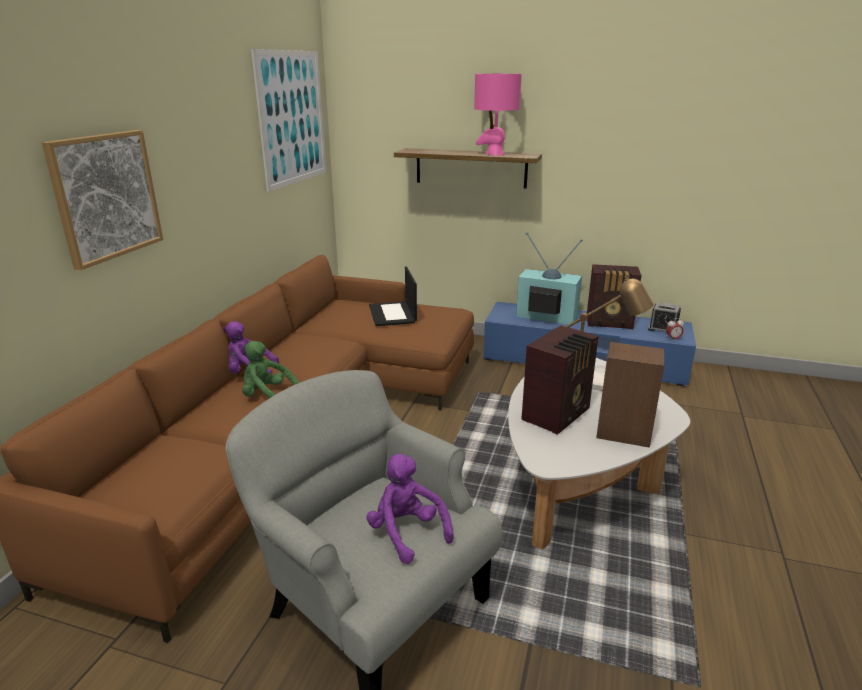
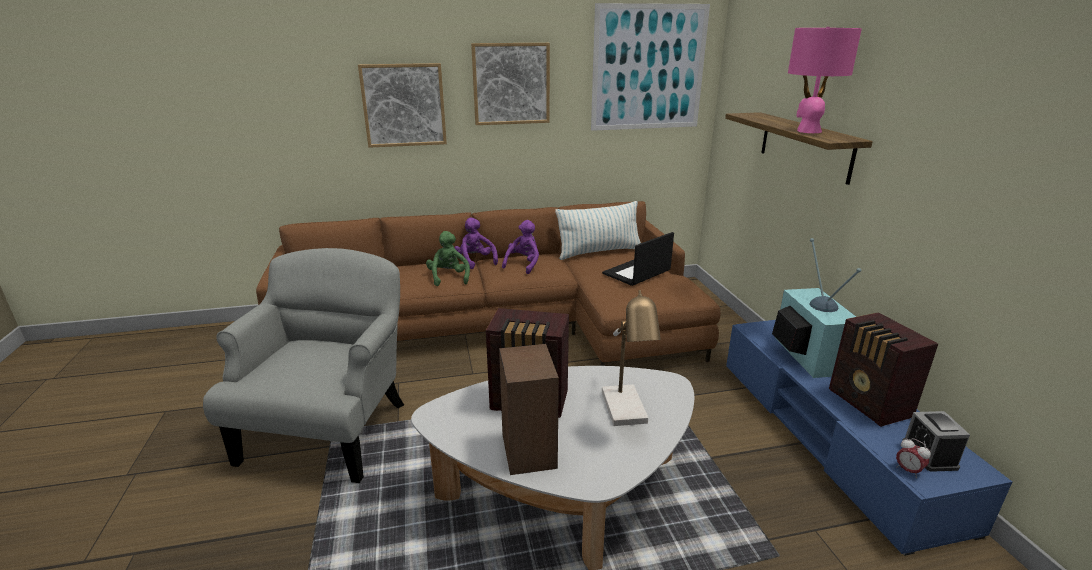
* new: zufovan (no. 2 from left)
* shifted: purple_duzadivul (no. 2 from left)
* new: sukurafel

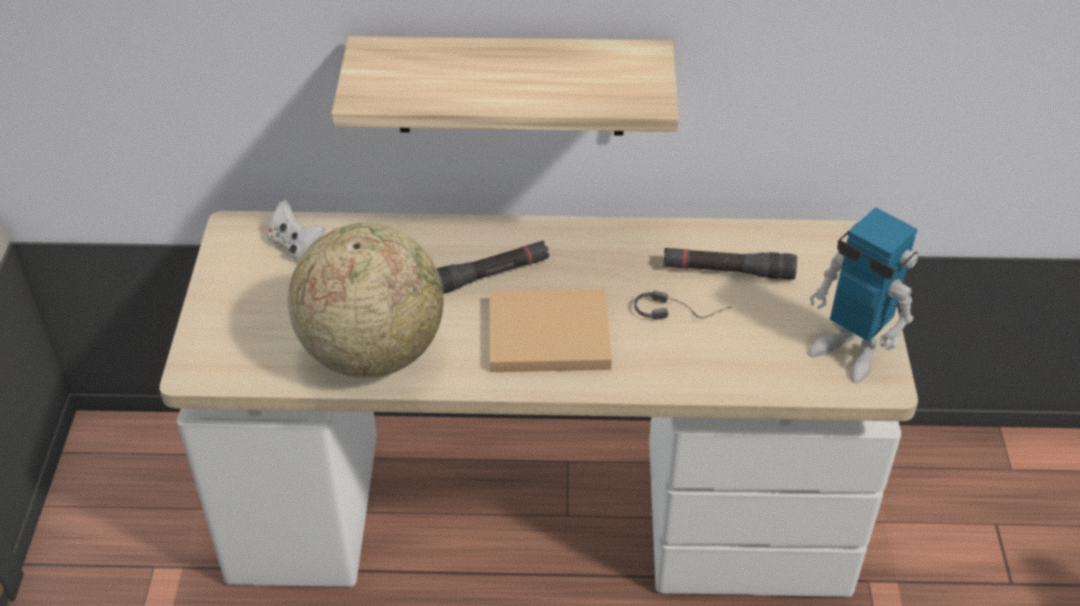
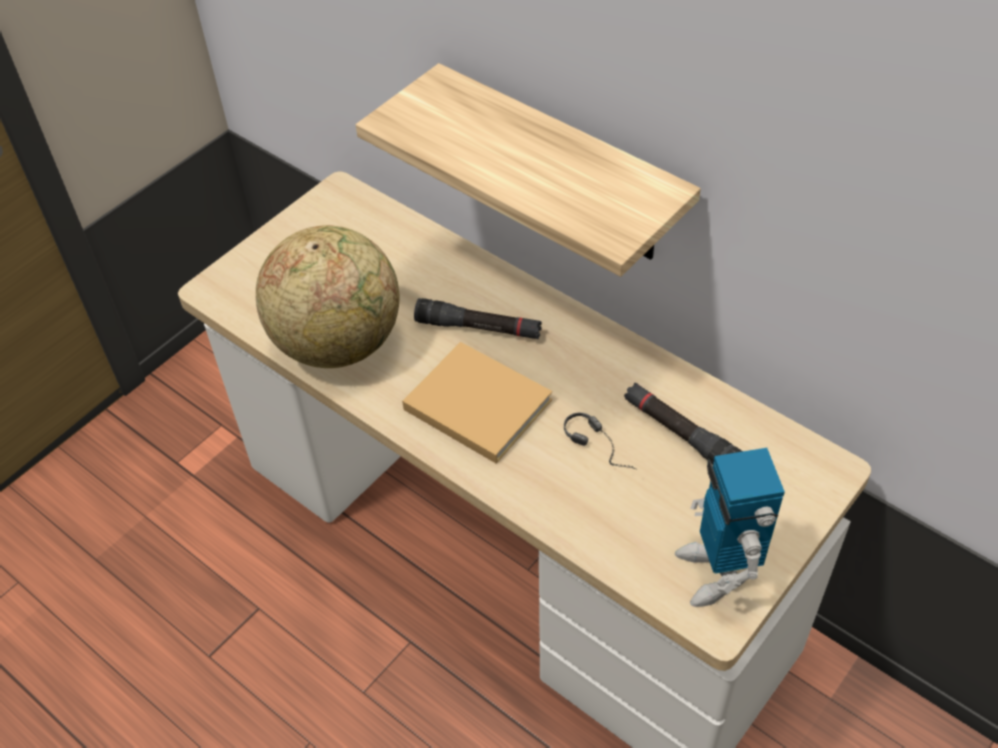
* gone: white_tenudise

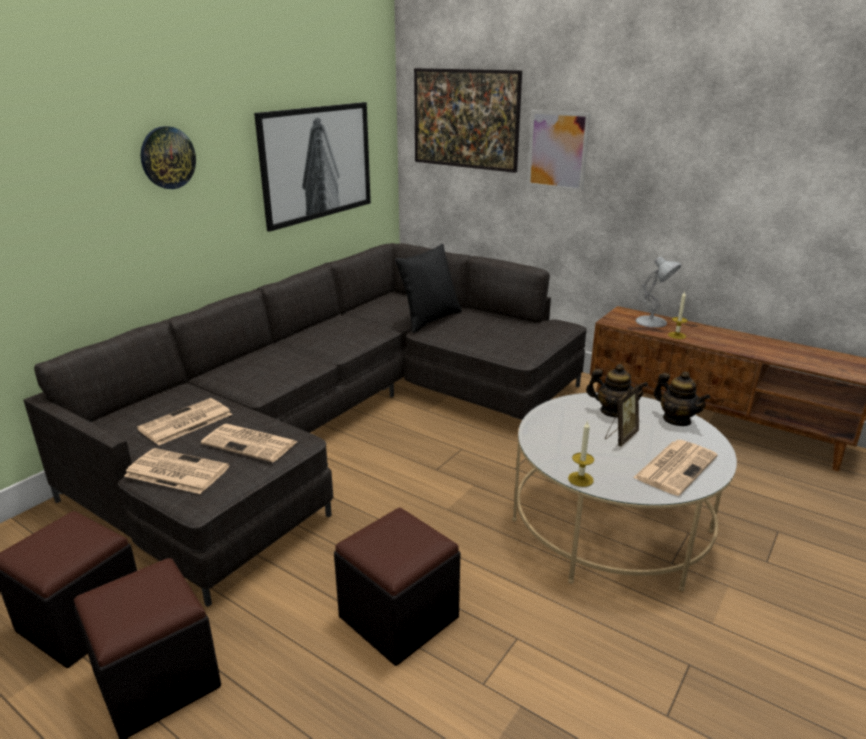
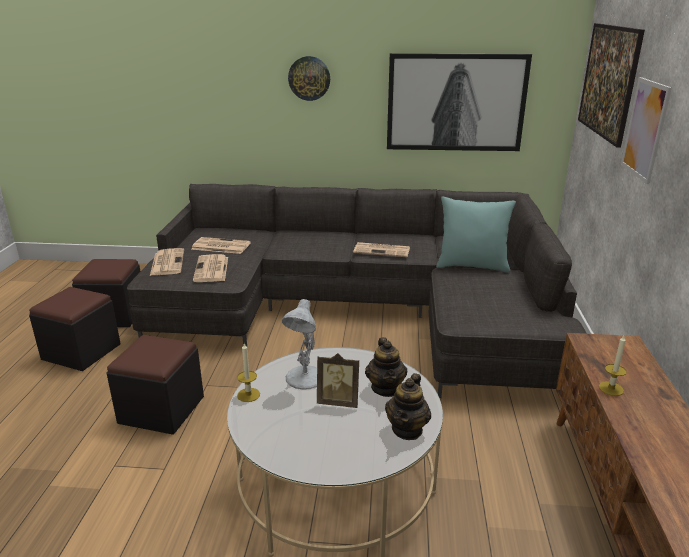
* shifted: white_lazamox
* shifted: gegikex (no. 4 from left)
* repainted: black_sukurafel to turquoise_sukurafel

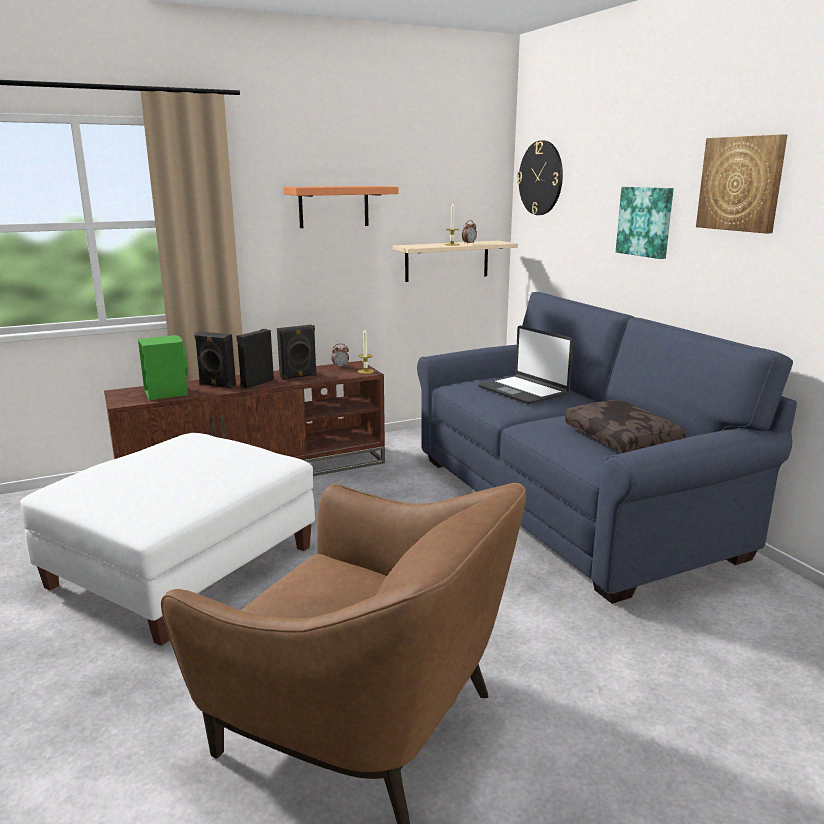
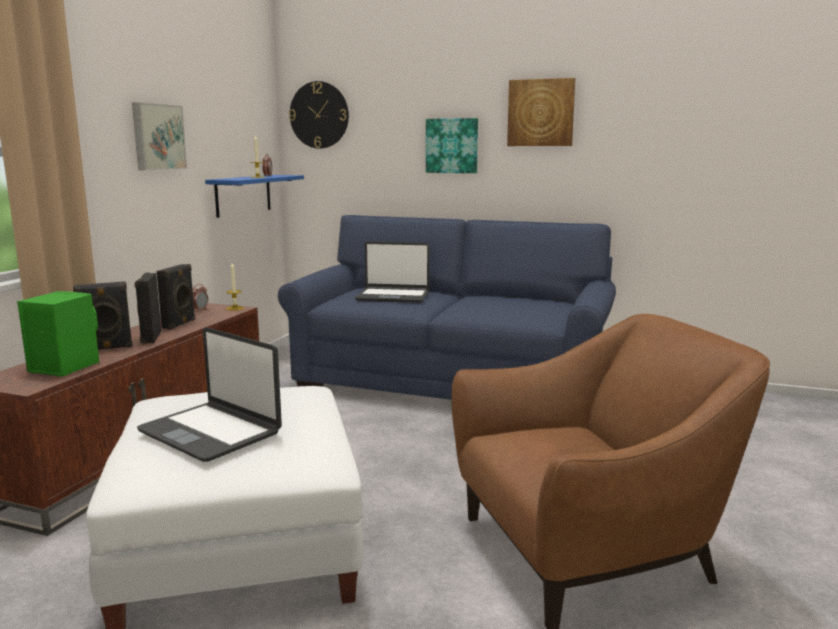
* swapped: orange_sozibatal to zufovan (no. 1 from left)
* new: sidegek (no. 1 from left)
* repainted: beige_sozibatal to blue_sozibatal
* gone: brown_sukurafel

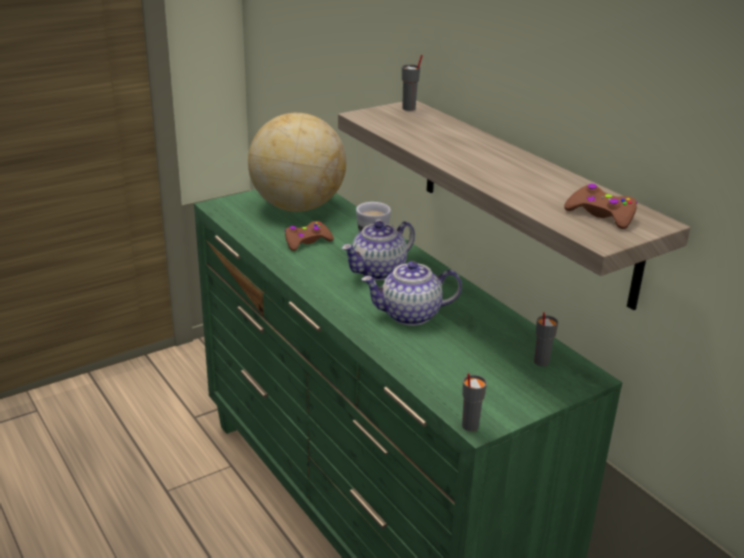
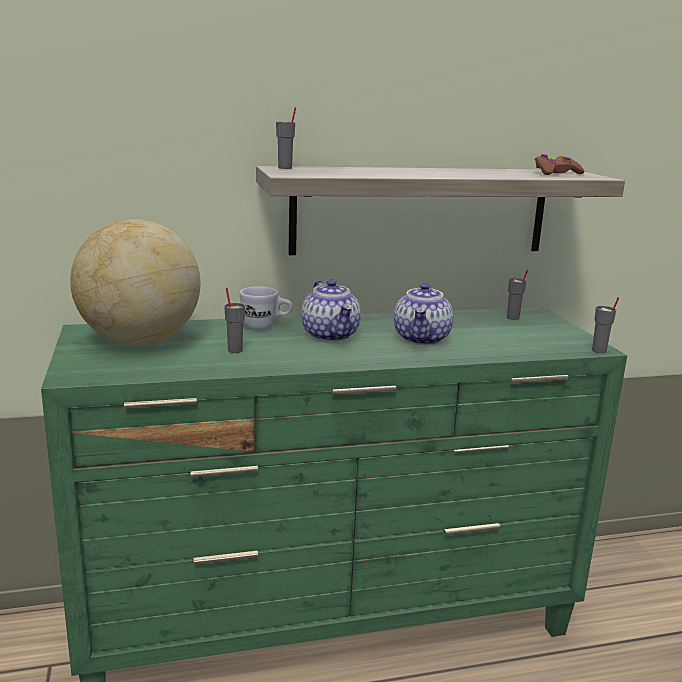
* swapped: brown_tenudise (no. 1 from left) to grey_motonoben (no. 1 from left)

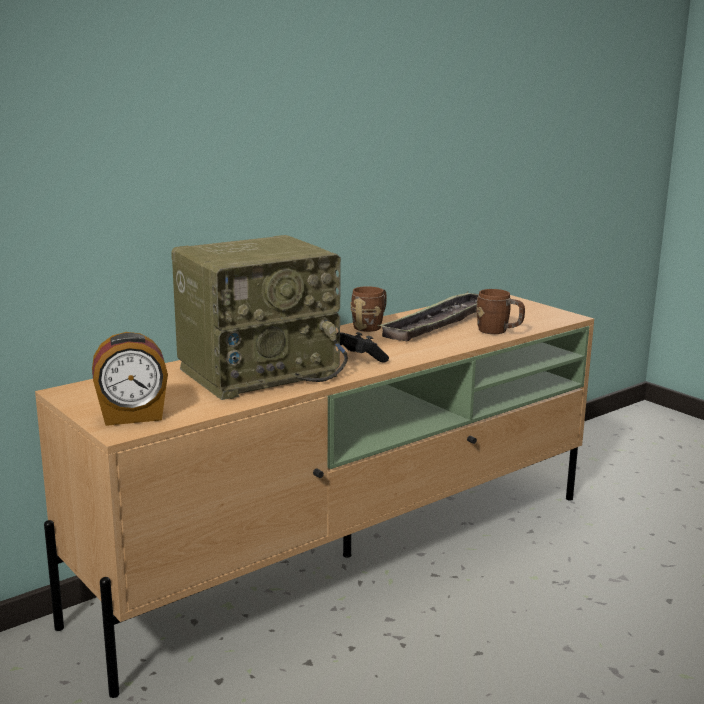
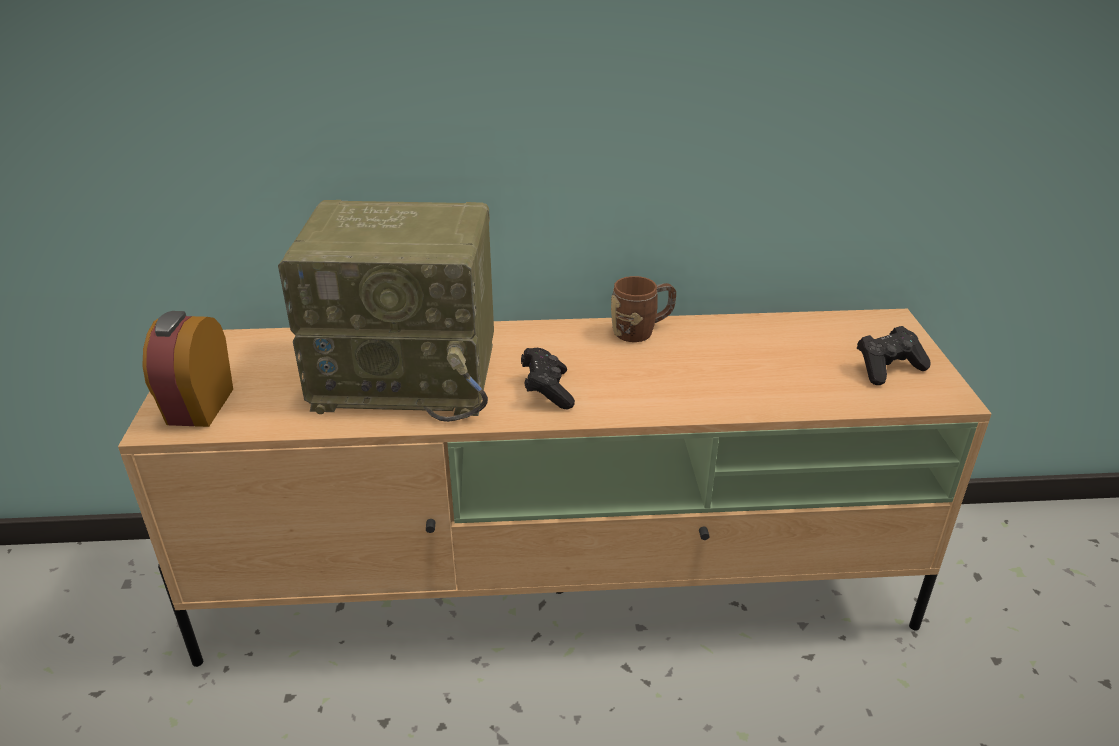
* rotated: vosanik 75 degrees clockwise
* new: black_tenudise (no. 2 from left)
* gone: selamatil
* gone: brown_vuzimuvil (no. 2 from left)

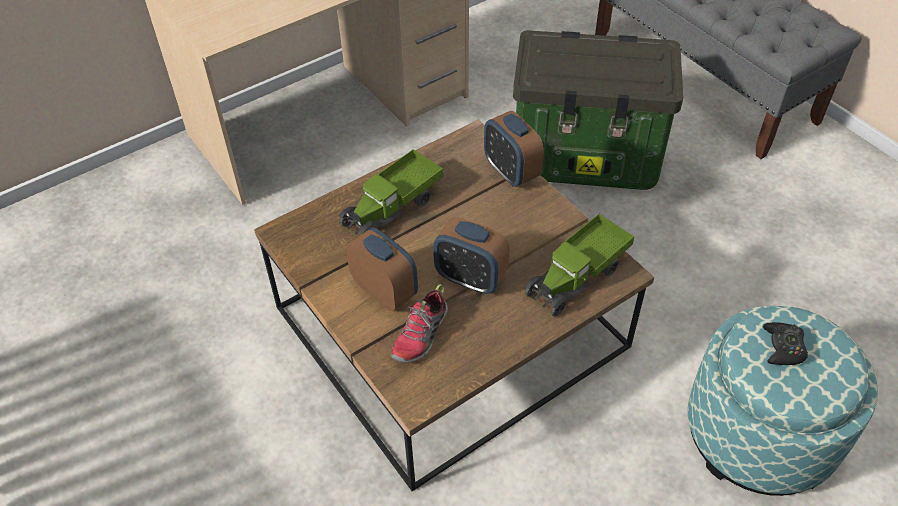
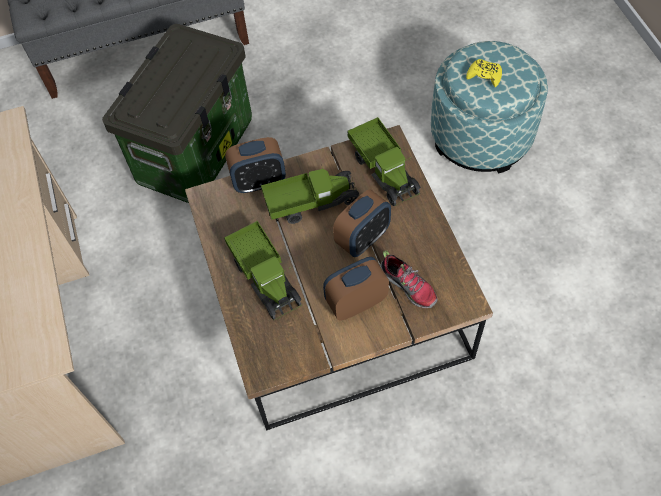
* new: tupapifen (no. 2 from left)
* repainted: black_tenudise to yellow_tenudise

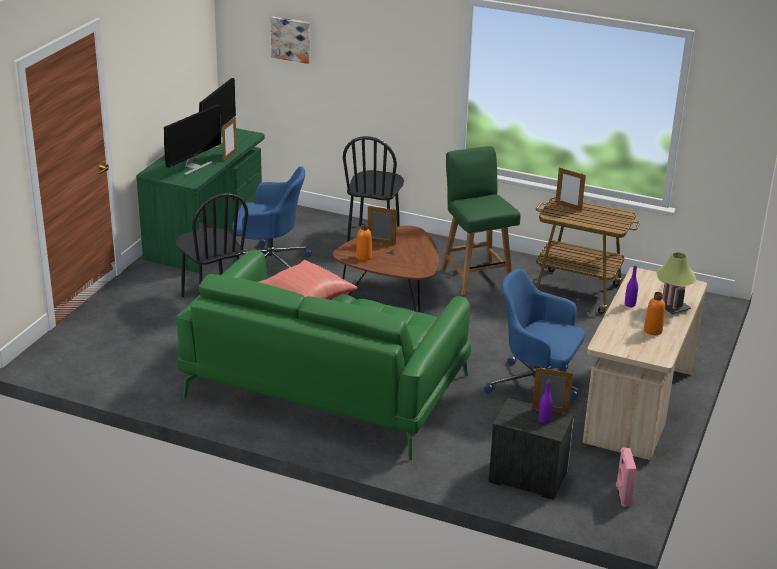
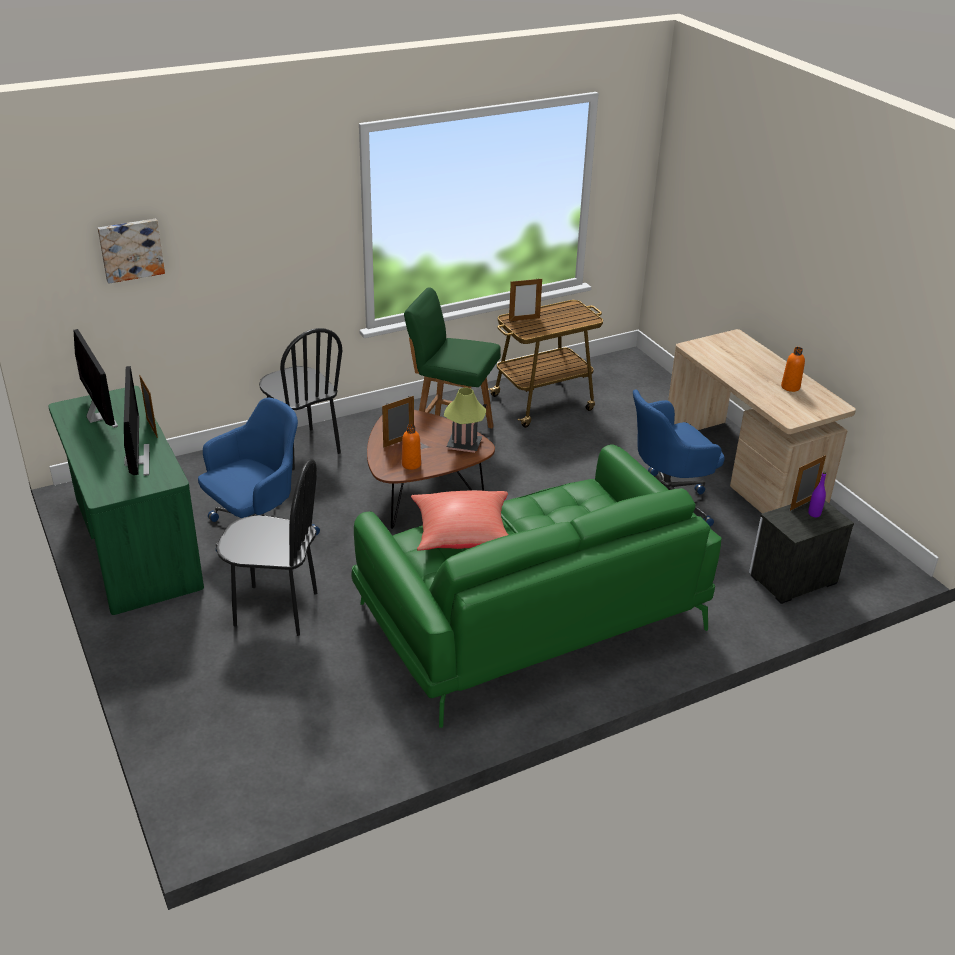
* shifted: lazamox
* gone: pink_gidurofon
* gone: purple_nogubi (no. 2 from left)

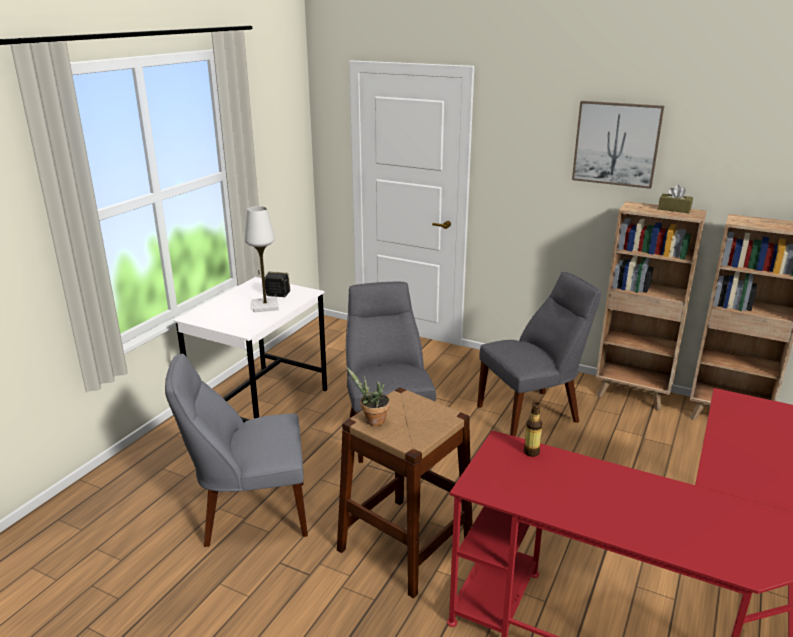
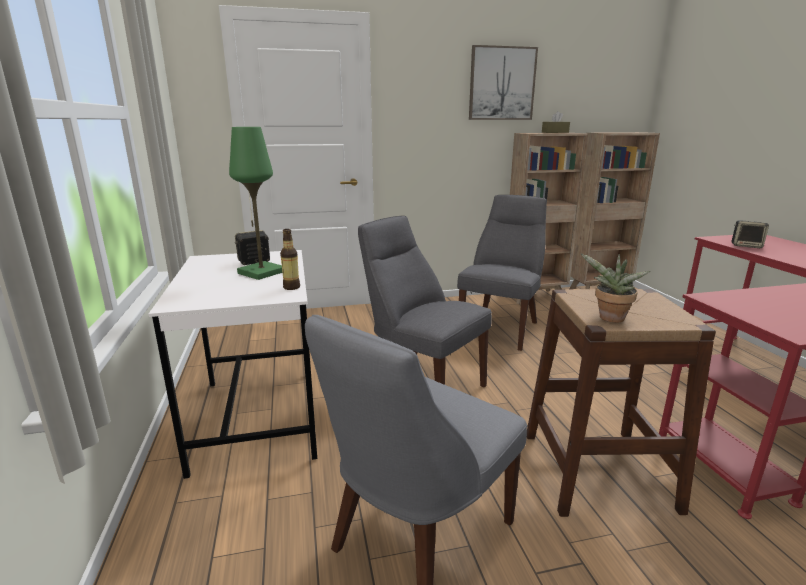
* repainted: white_lazamox to green_lazamox
* shifted: nogubi
* new: gidurofon (no. 2 from left)

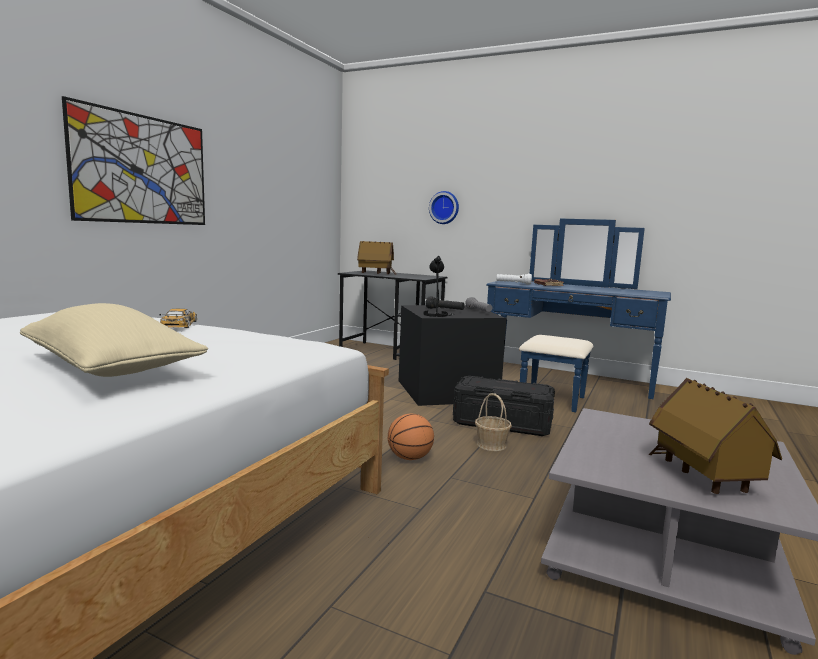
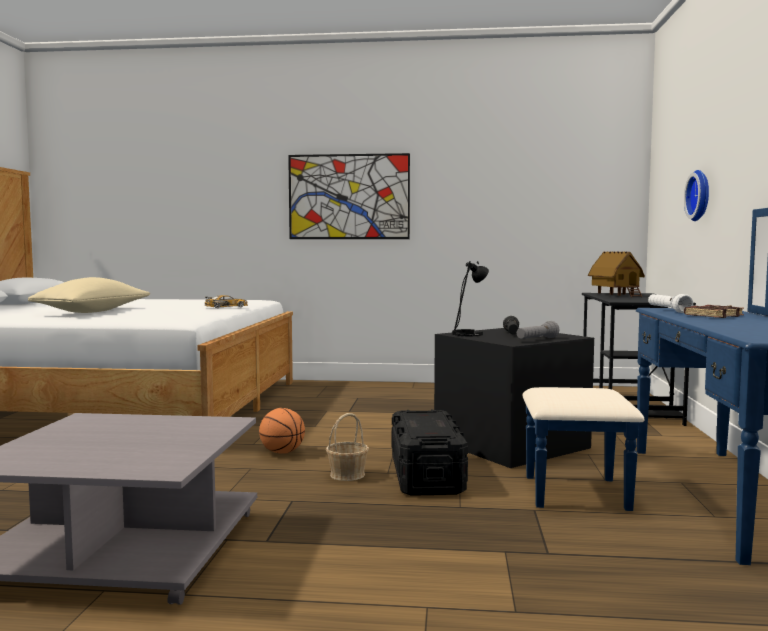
* gone: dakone (no. 2 from left)

